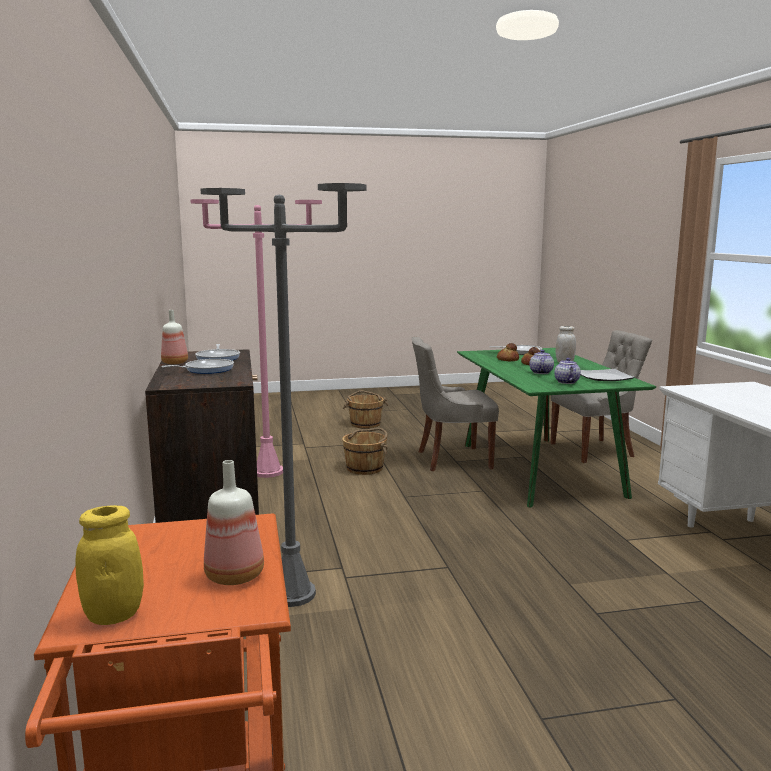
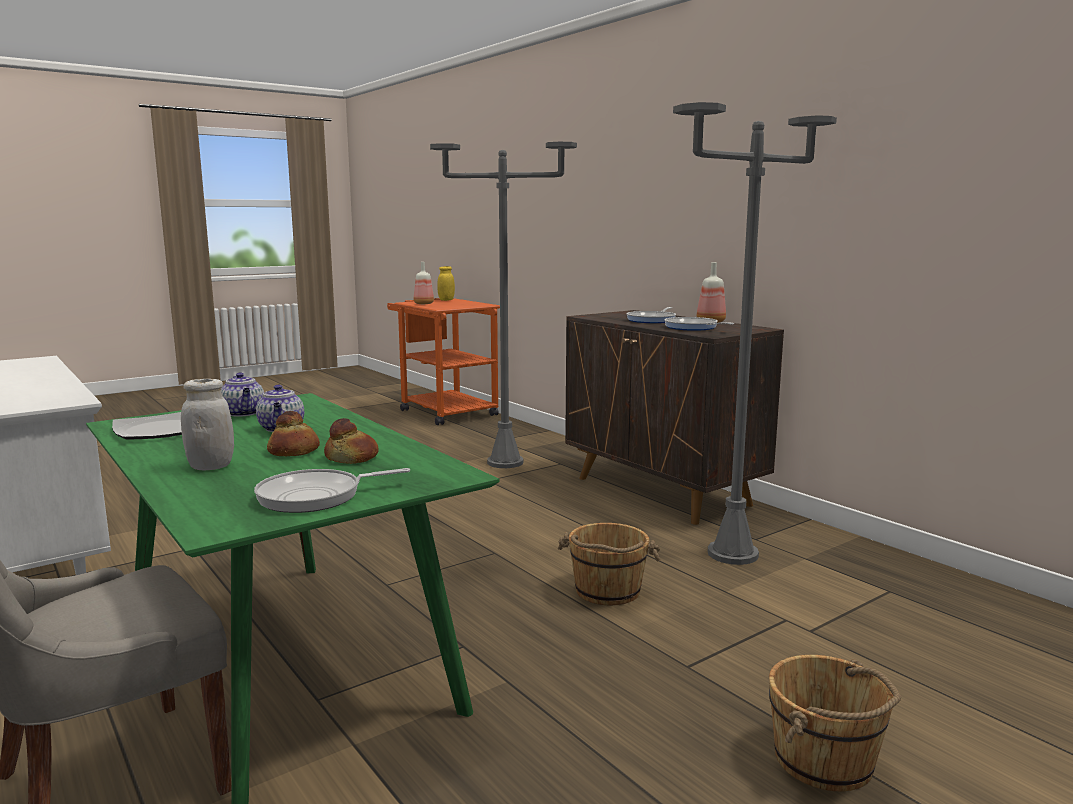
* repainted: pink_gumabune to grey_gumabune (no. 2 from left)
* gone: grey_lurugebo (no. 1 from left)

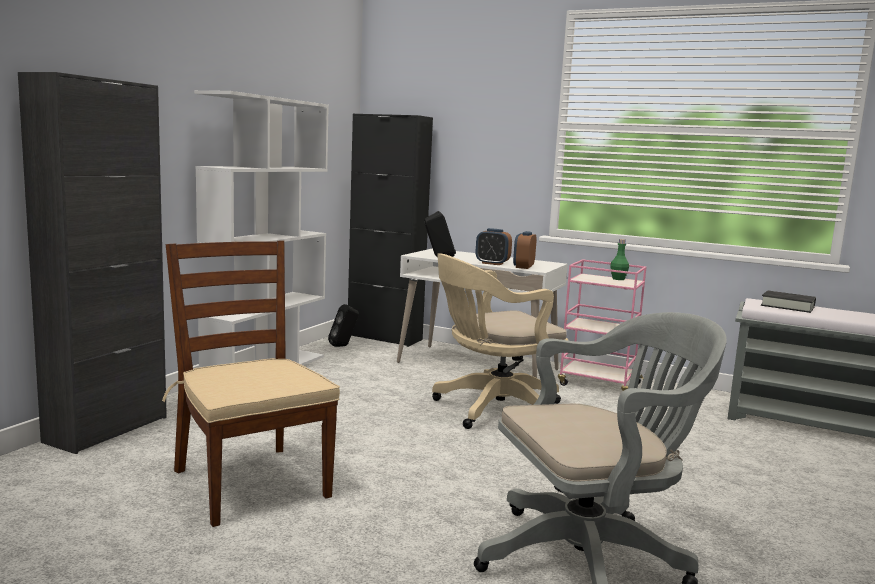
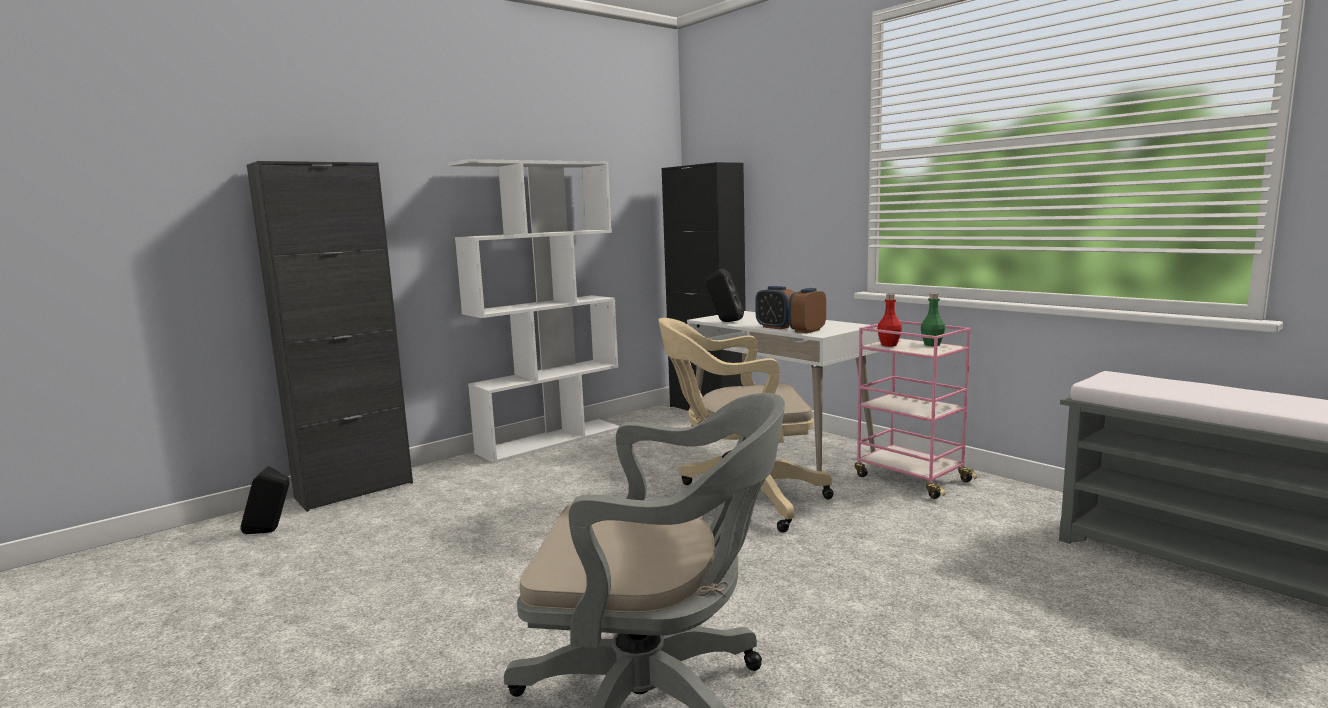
* shifted: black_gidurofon (no. 1 from left)
* new: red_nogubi
* gone: brown_lurugebo
* gone: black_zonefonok

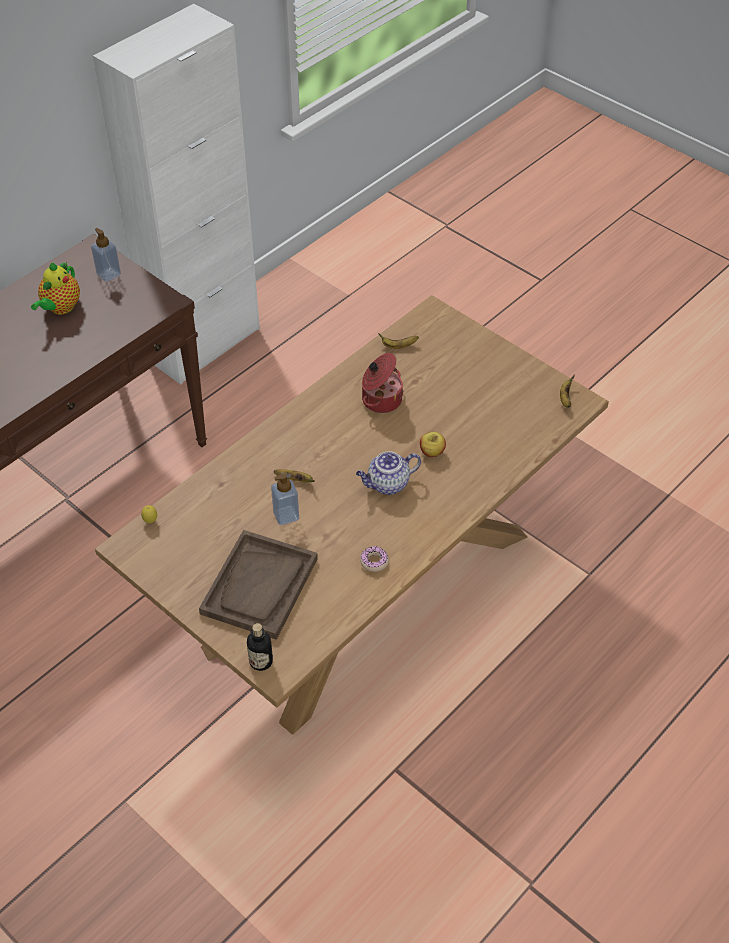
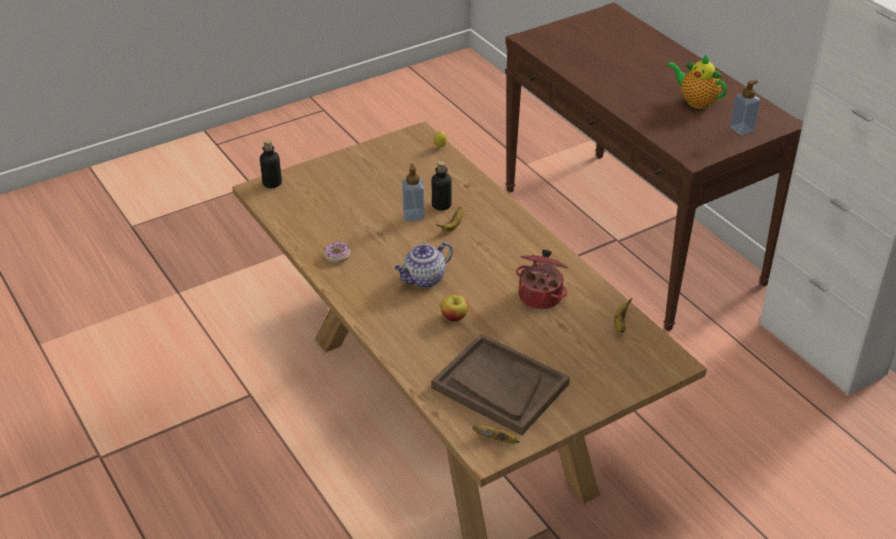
* rotated: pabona (no. 2 from left in the first image) 120 degrees counterclockwise
* new: nogubi (no. 2 from left)
* shifted: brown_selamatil

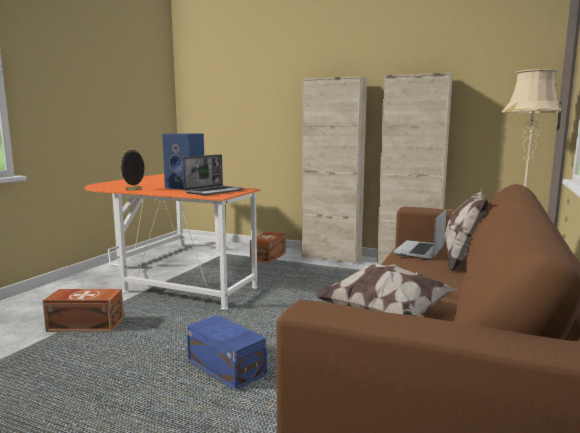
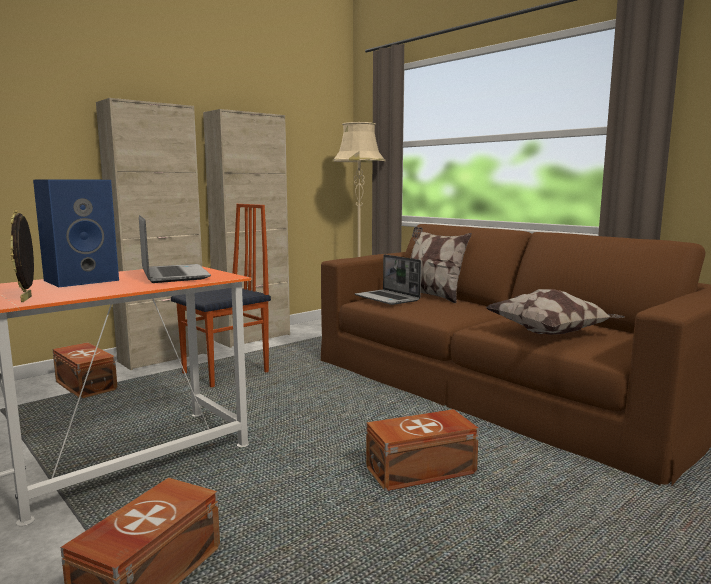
* new: lurugebo
* repainted: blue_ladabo to brown_ladabo (no. 3 from left)

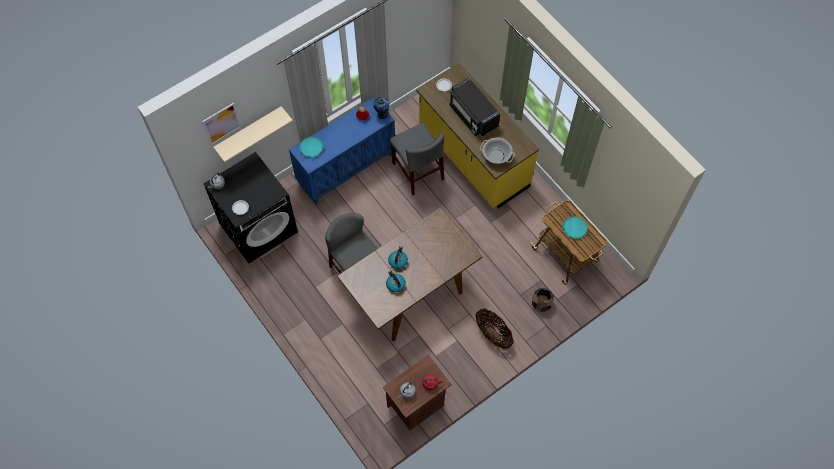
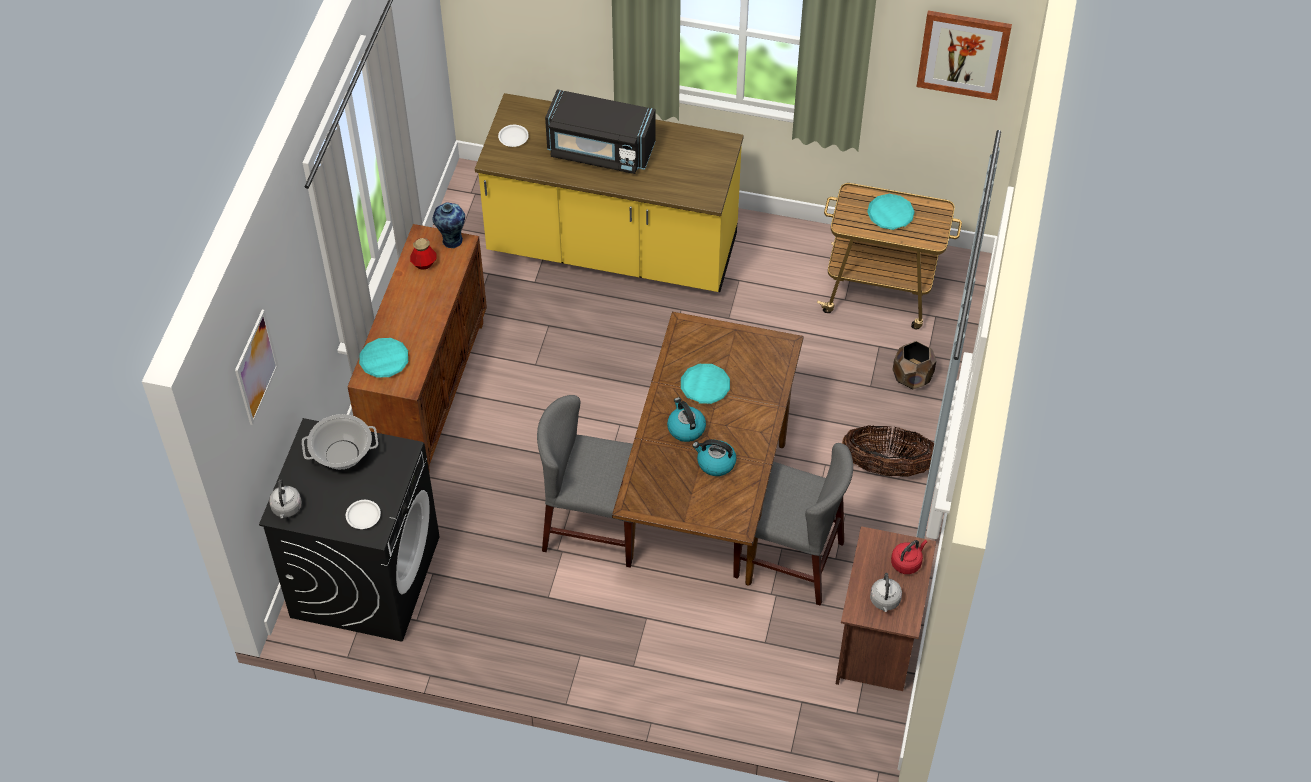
* shifted: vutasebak
* repainted: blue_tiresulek to brown_tiresulek
* new: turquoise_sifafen (no. 2 from left)
* shifted: grey_lurugebo (no. 2 from left)
* new: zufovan (no. 2 from left)
* gone: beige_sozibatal

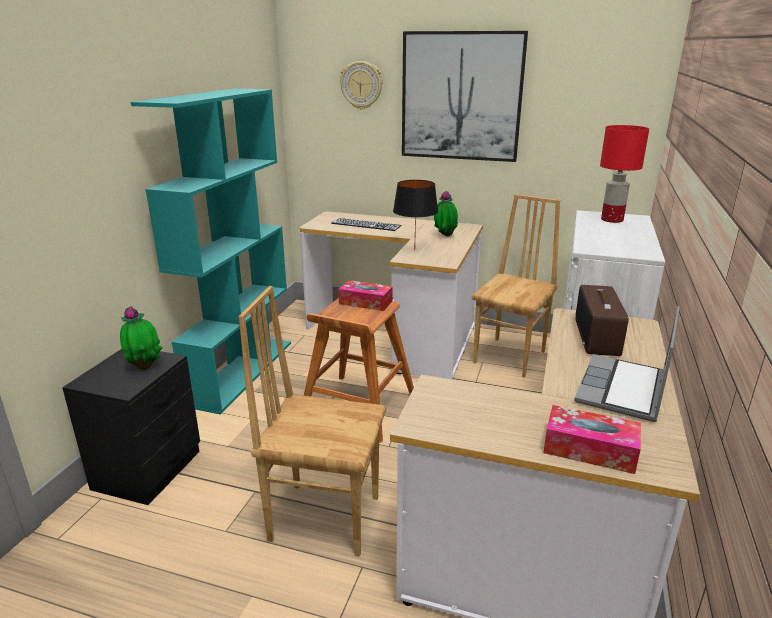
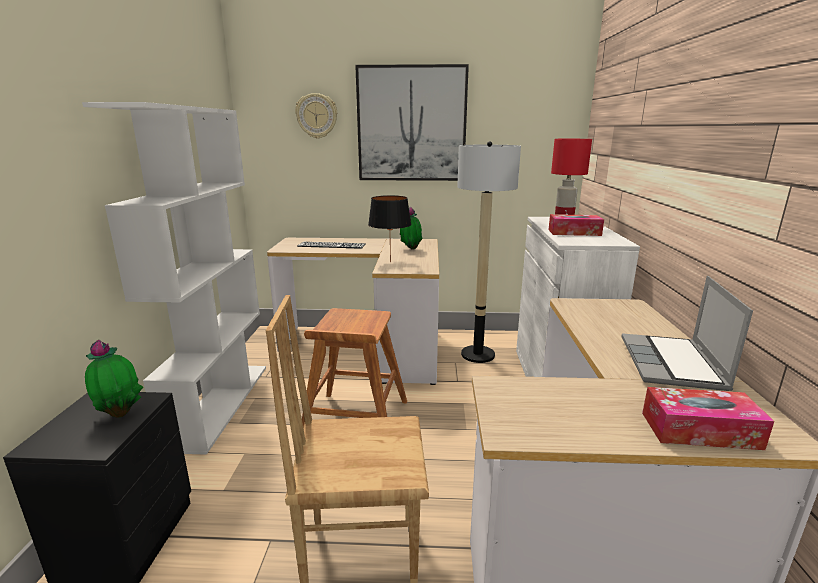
* repainted: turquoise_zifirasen to white_zifirasen
* swapped: brown_lurugebo (no. 2 from left) to gumabune
* shifted: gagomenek (no. 1 from left)
* gone: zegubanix

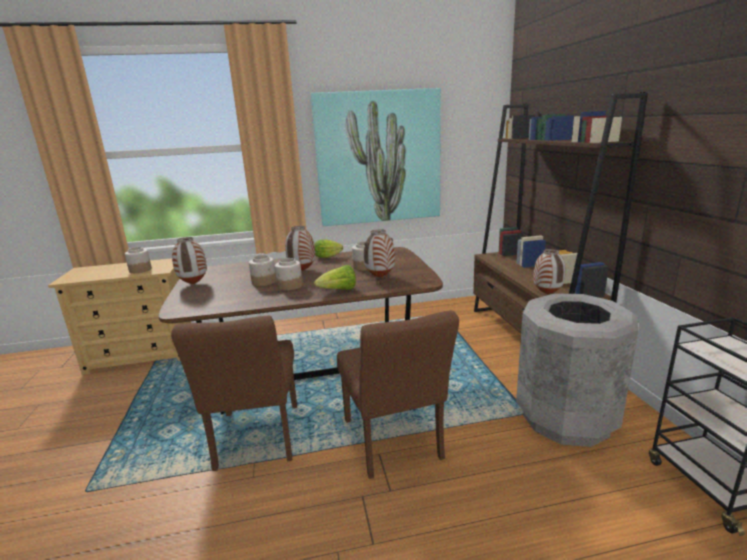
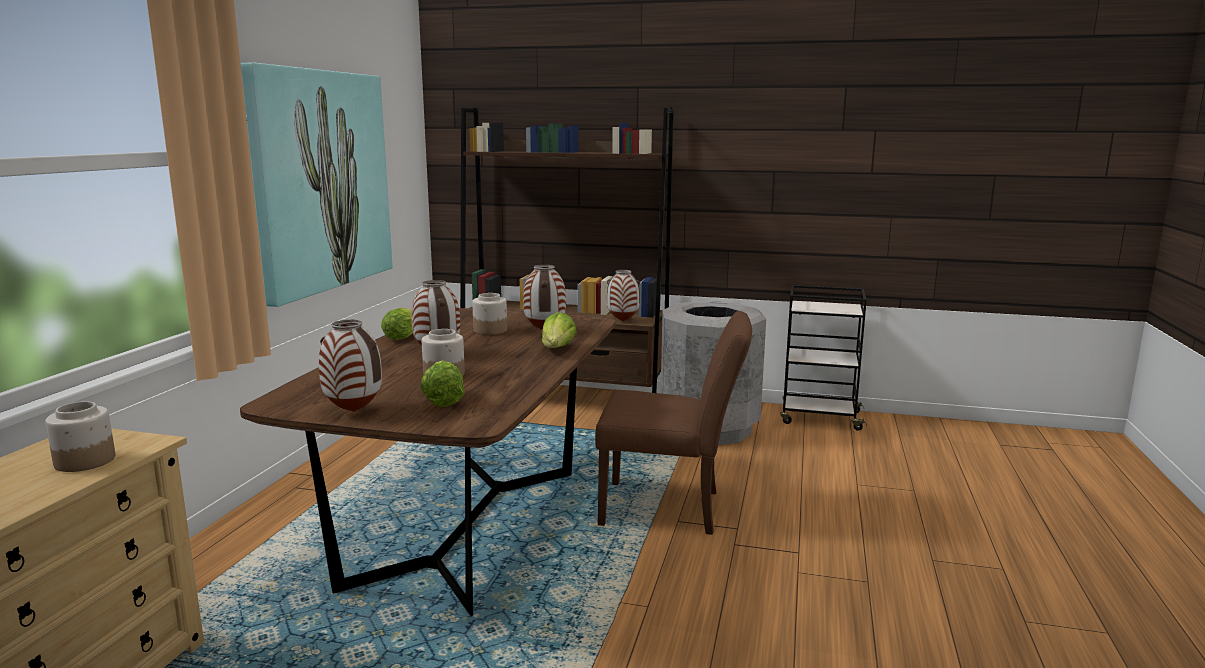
* new: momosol (no. 2 from left)
* gone: brown_lurugebo (no. 1 from left)
* gone: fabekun (no. 3 from left)

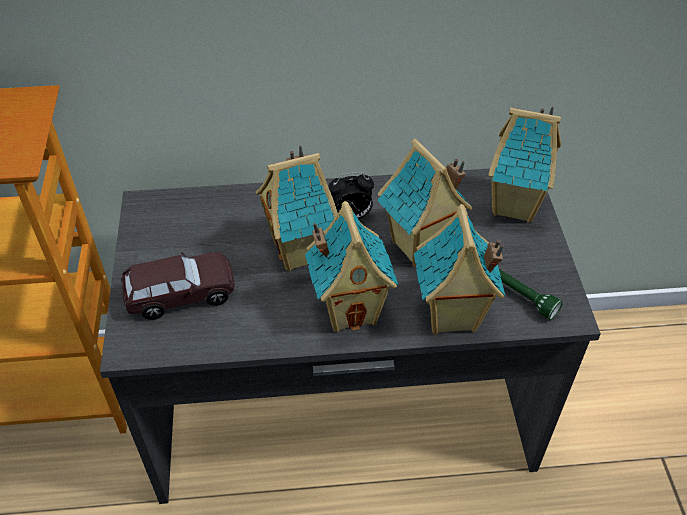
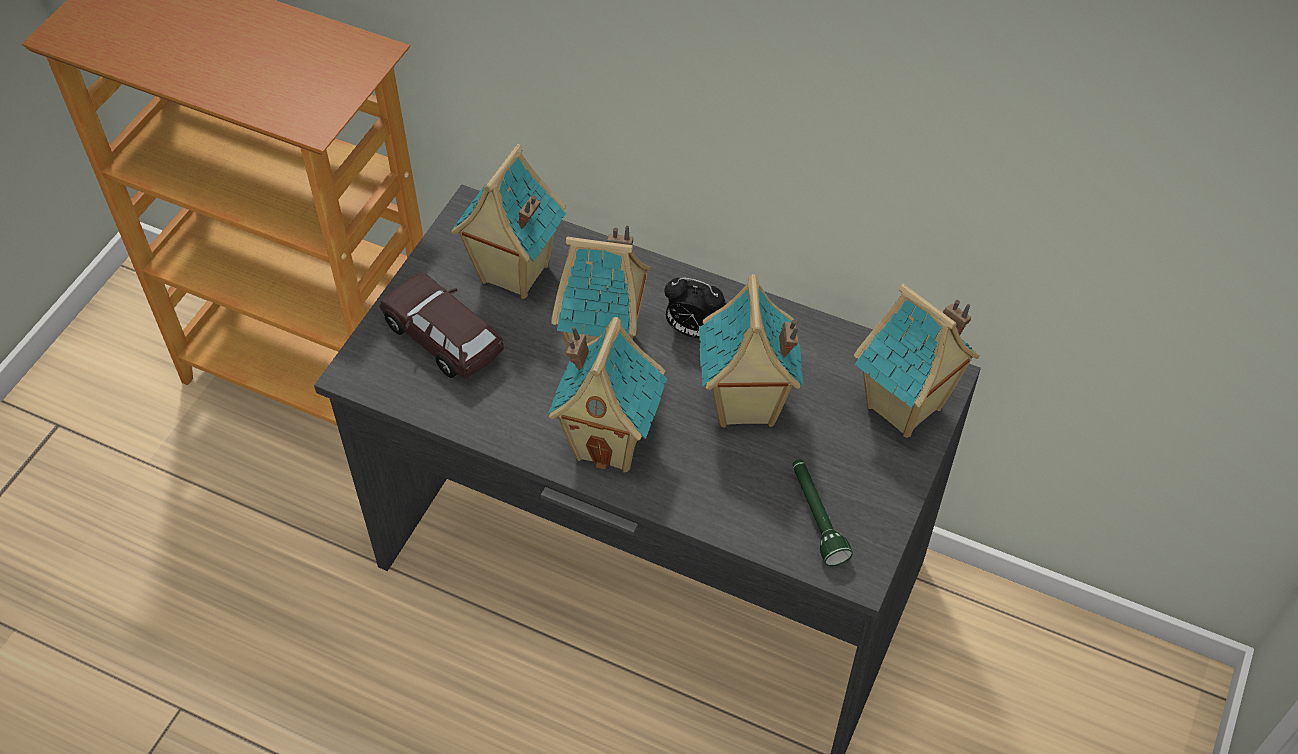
* rotated: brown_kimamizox 150 degrees counterclockwise
* shifted: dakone (no. 4 from left in the first image) to dakone (no. 1 from left)

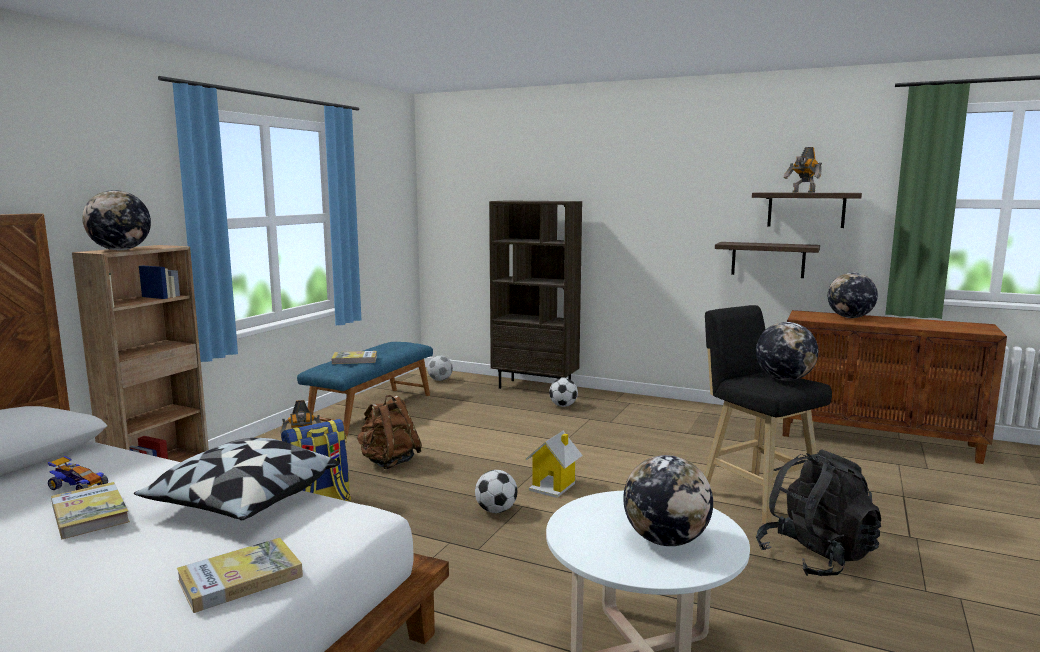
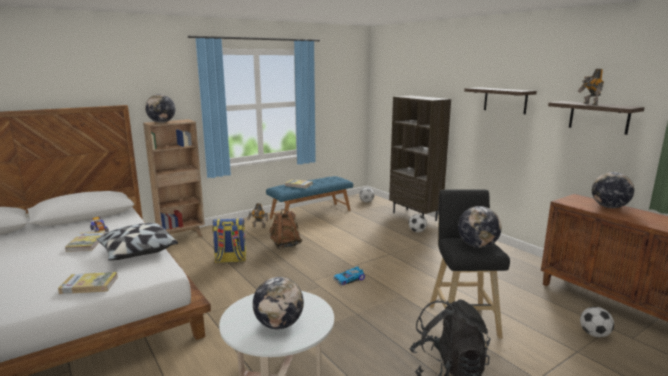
* swapped: dakone to kimamizox (no. 2 from left)
* shifted: sozibatal (no. 1 from left)
* shifted: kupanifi (no. 2 from left in the first image) to kupanifi (no. 3 from left)

